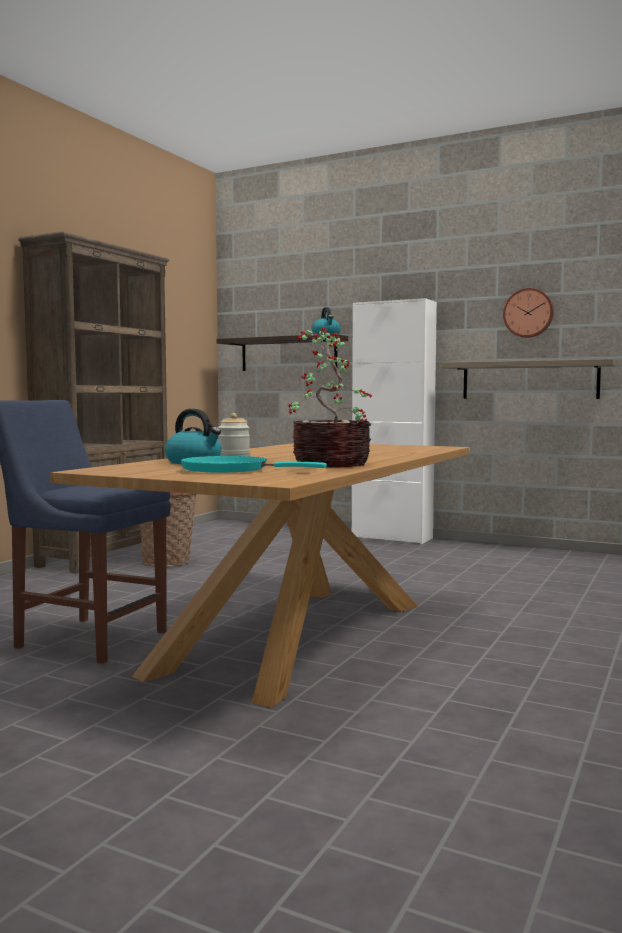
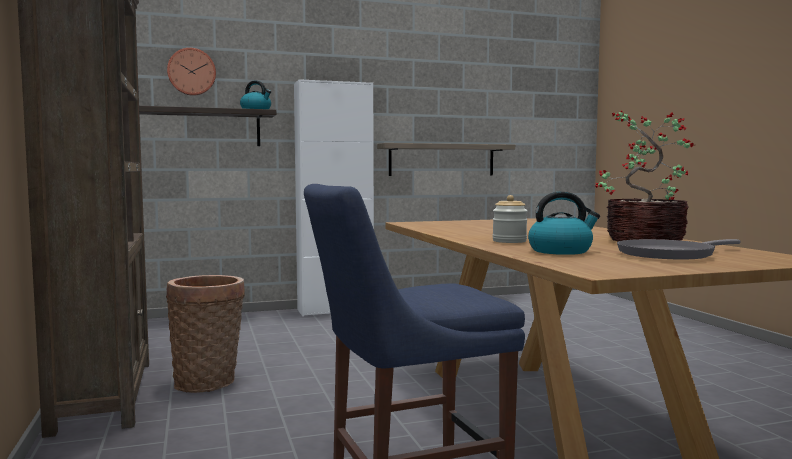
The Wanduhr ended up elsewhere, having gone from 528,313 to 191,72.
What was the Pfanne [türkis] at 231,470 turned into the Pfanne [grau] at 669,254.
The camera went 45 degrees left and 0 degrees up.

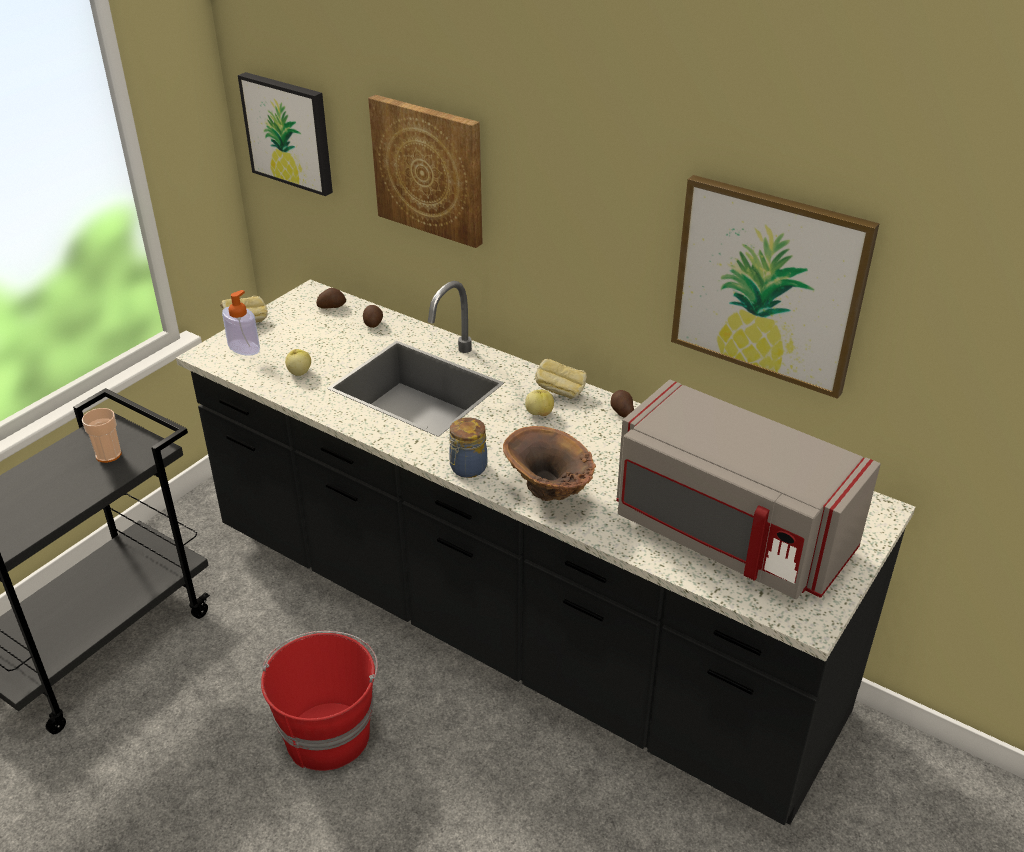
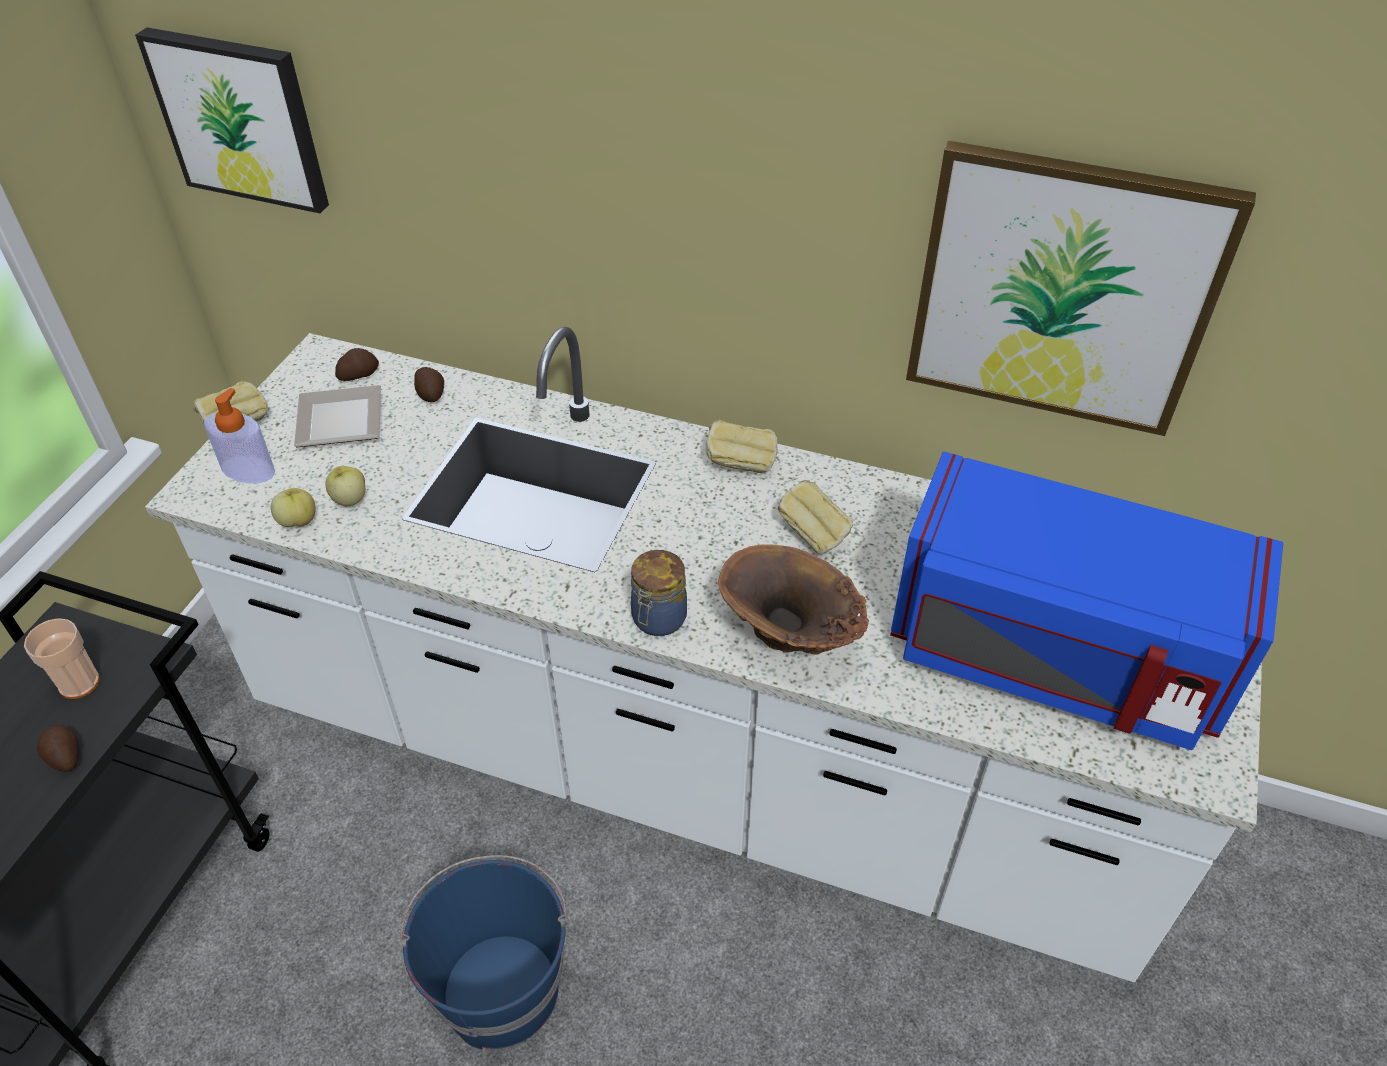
The second view lost the Bild at 429,169.
The second view gained the Teller at 343,422.
The second view gained the Brot at 813,535.
The Apfel ended up elsewhere, having gone from 539,413 to 298,521.
The Kartoffel ended up elsewhere, having gone from 621,411 to 64,756.
What was the Küchenzeile [schwarz] at 512,623 turned into the Küchenzeile [weiß] at 693,758.
What was the Eimer [rot] at 327,733 turned into the Eimer [blau] at 499,986.
What was the Mikrowelle [grau] at 728,535 turned into the Mikrowelle [blau] at 1054,657.
The camera went 15 degrees left and 10 degrees up.

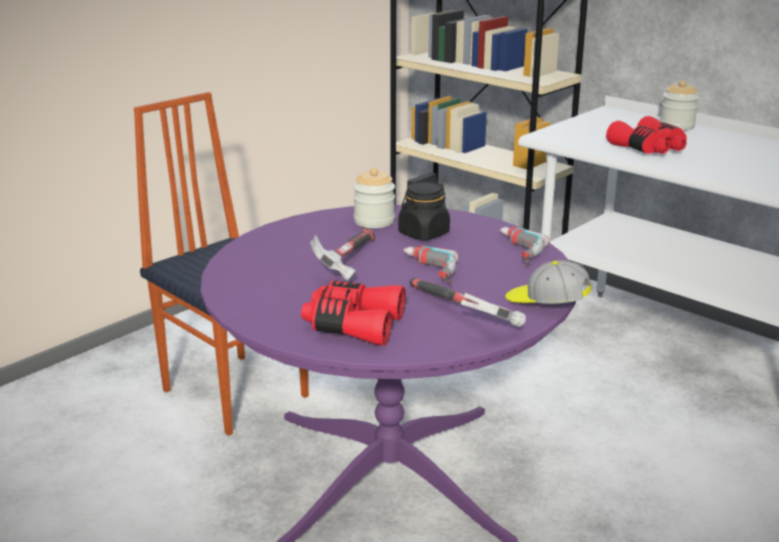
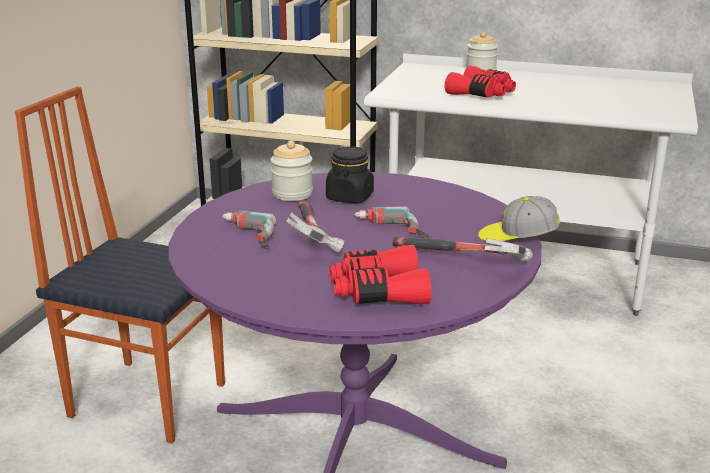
The Bohrmaschine ended up elsewhere, having gone from 514,252 to 245,236.
The camera went 25 degrees left and 0 degrees up.

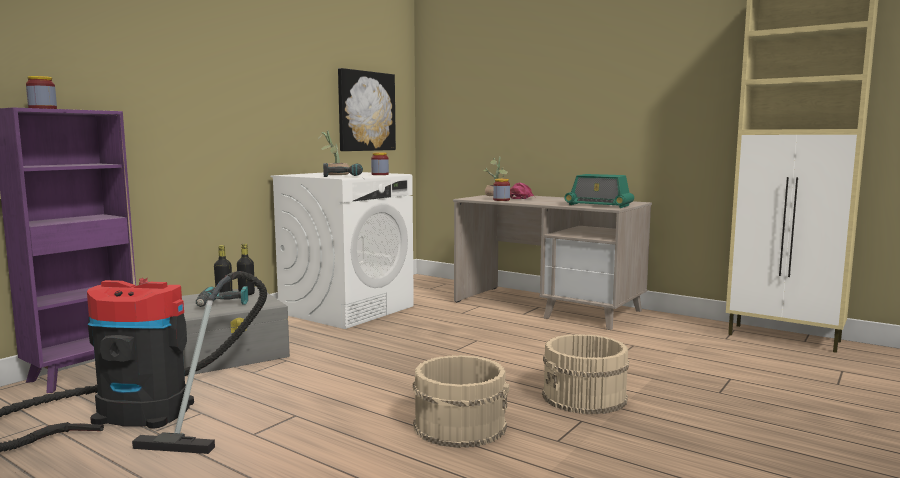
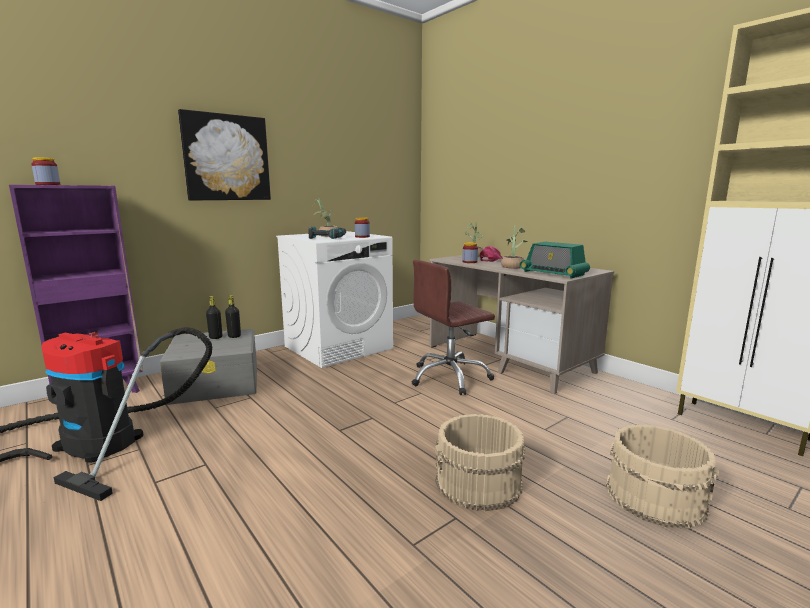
The second view lost the Bohrmaschine at 222,305.
The second view gained the Bürostuhl [braun] at 450,377.
The second view gained the Topfpflanze at 512,266.
The Bild ended up elsewhere, having gone from 366,111 to 226,158.
The Eimer [beige] ended up elsewhere, having gone from 460,425 to 655,496.
The camera went 15 degrees right and 5 degrees up.

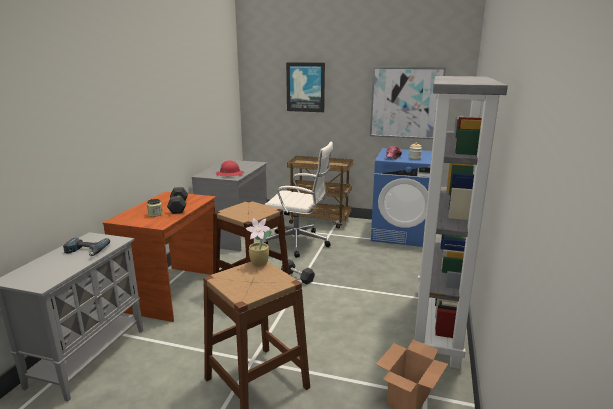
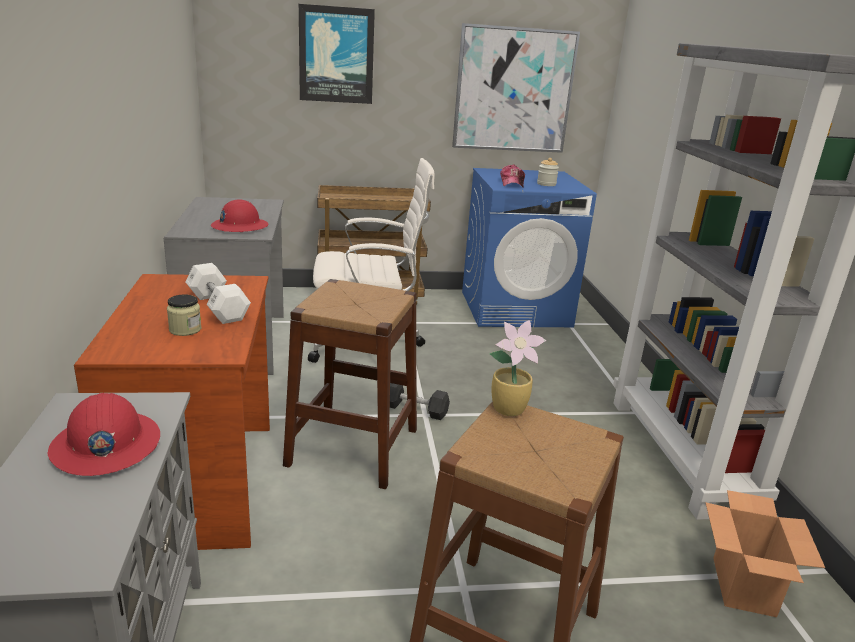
Where the Bohrmaschine stood at 85,251, the Schutzhelm [rot] came to stand at 105,445.
What was the Hantel [schwarz] at 178,207 turned into the Hantel [weiß] at 218,307.
The camera went 25 degrees left and 5 degrees up.

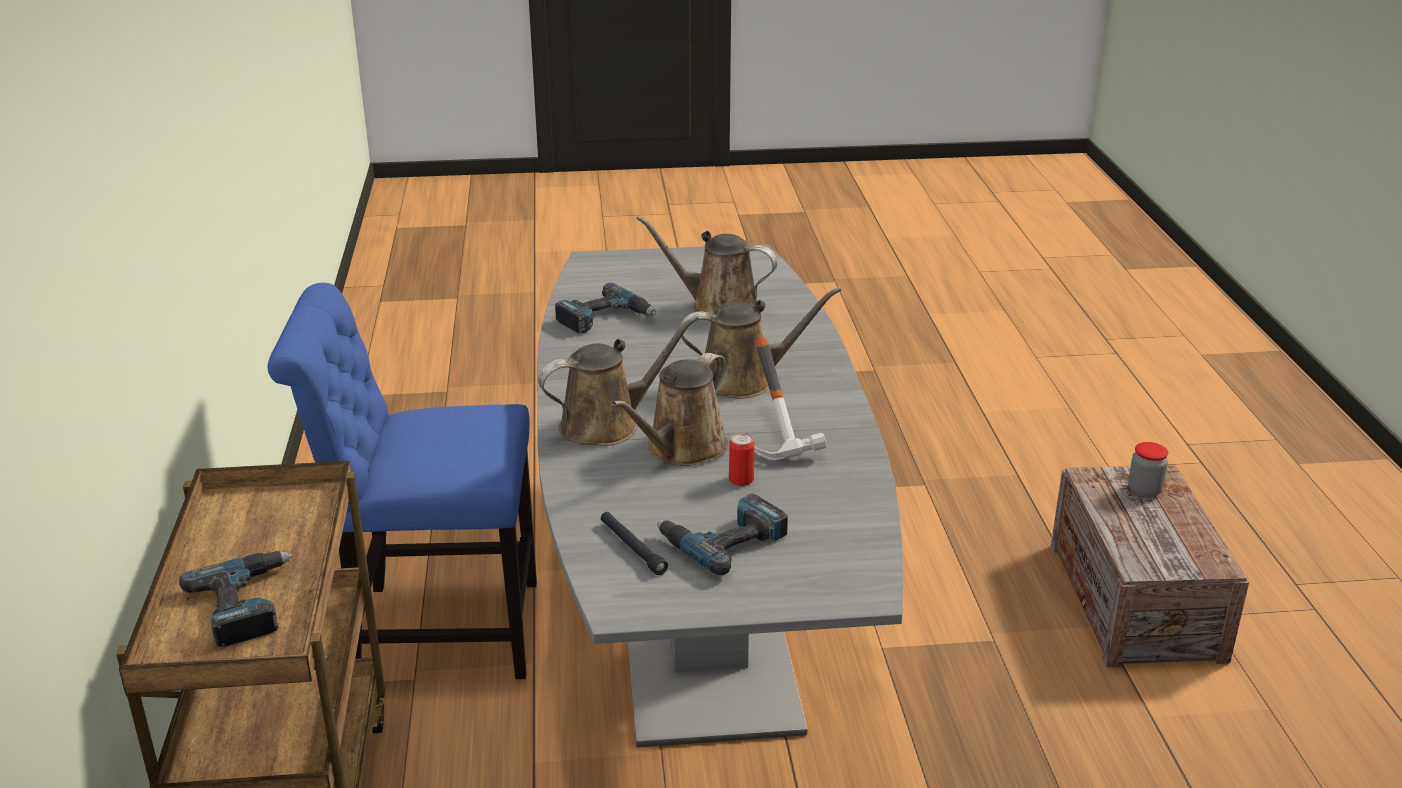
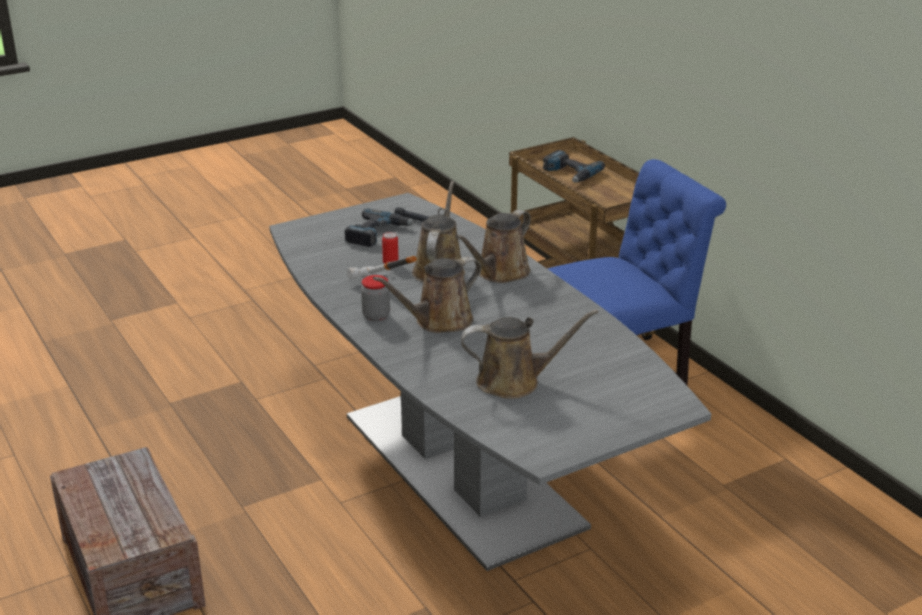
The second view lost the Bohrmaschine at 605,318.
The Vorratsglas ended up elsewhere, having gone from 1144,491 to 376,316.
The camera went 155 degrees right and 0 degrees up.

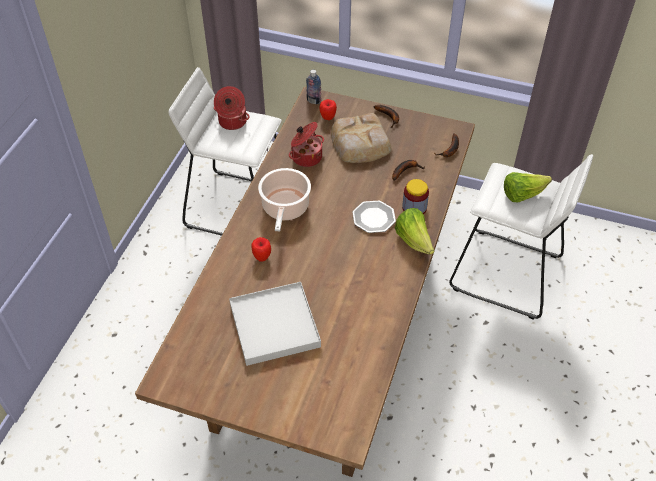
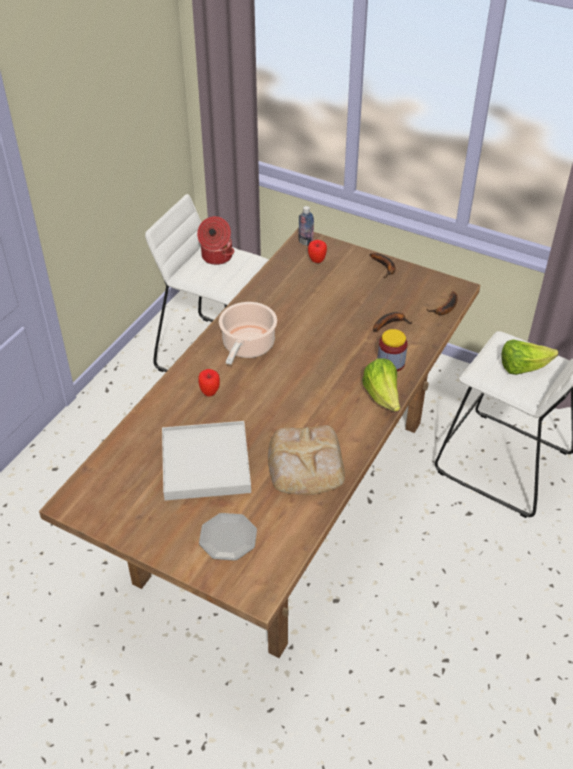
The second view lost the Kochtopf at 306,157.
The Brot ended up elsewhere, having gone from 360,143 to 305,465.
The Teller ended up elsewhere, having gone from 374,218 to 228,538.
The camera went 10 degrees right and 5 degrees down.

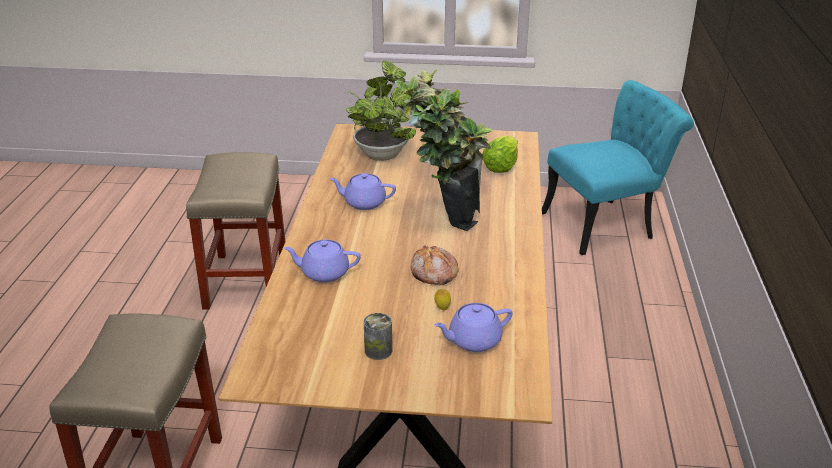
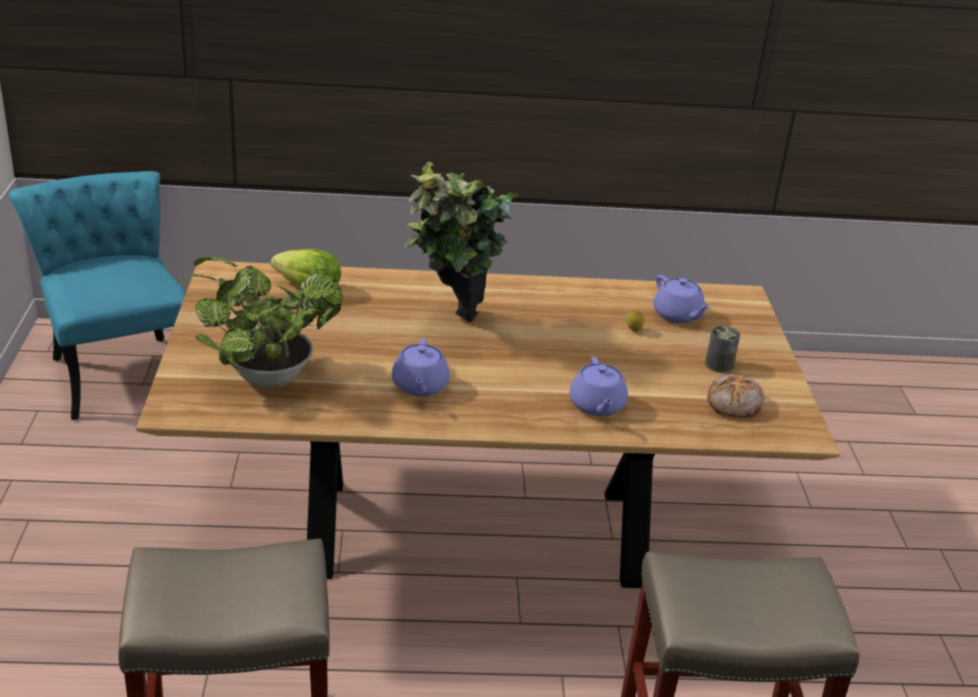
The Brot ended up elsewhere, having gone from 433,273 to 735,404.
The camera went 100 degrees left and 0 degrees up.

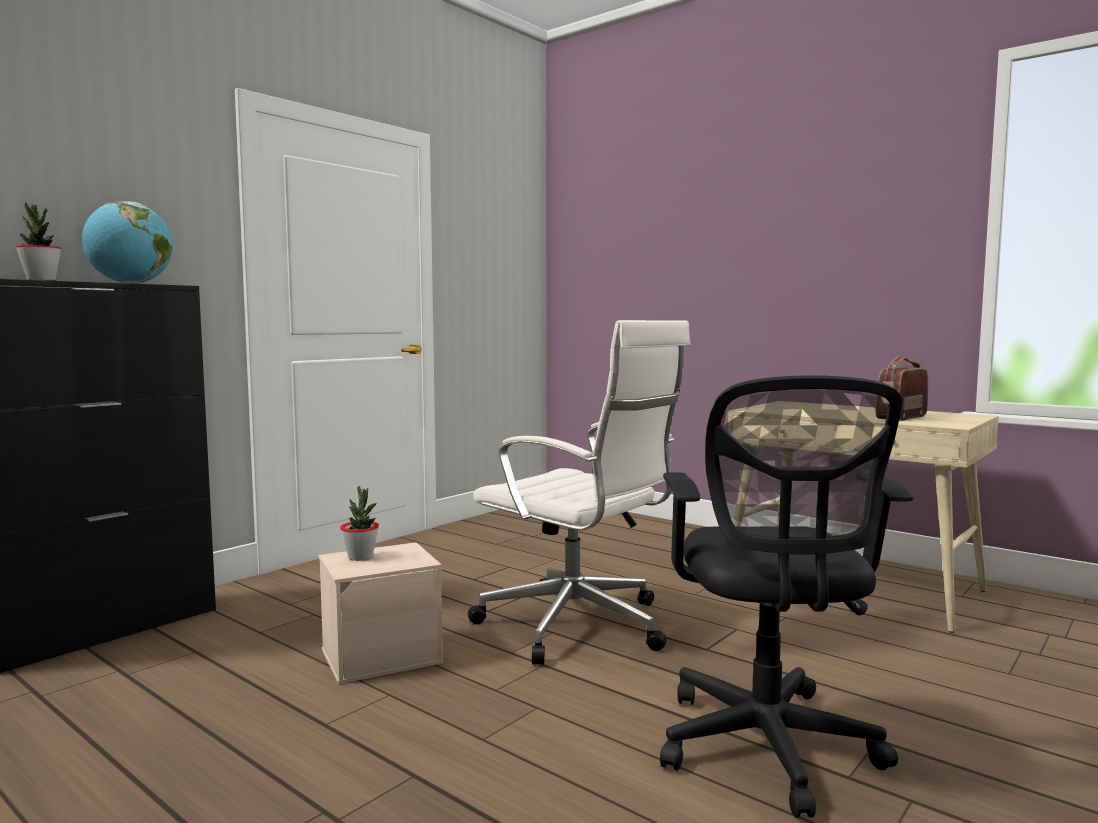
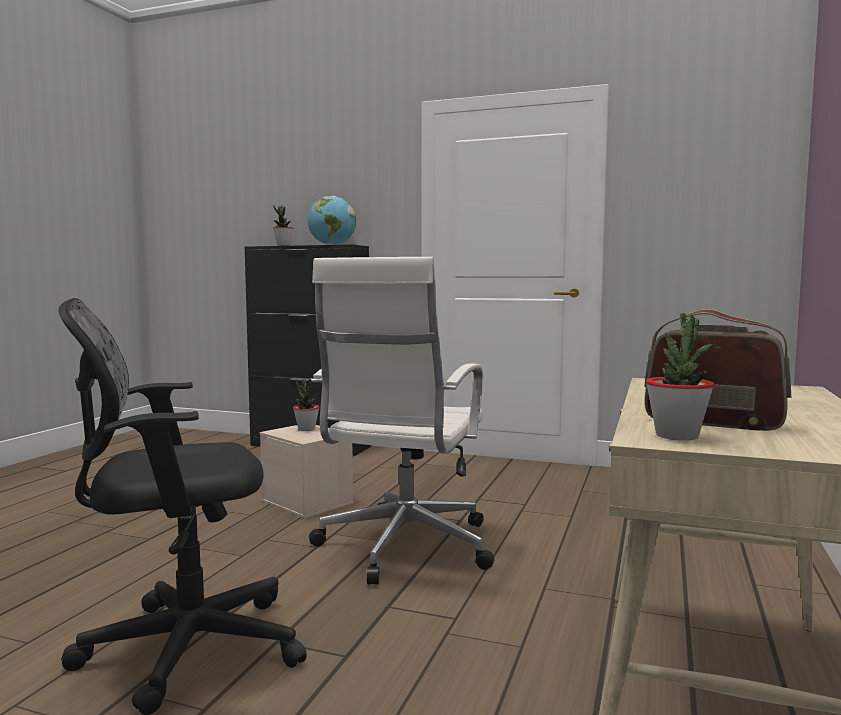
The second view gained the Topfpflanze at 677,436.
The camera went 70 degrees right and 0 degrees up.

